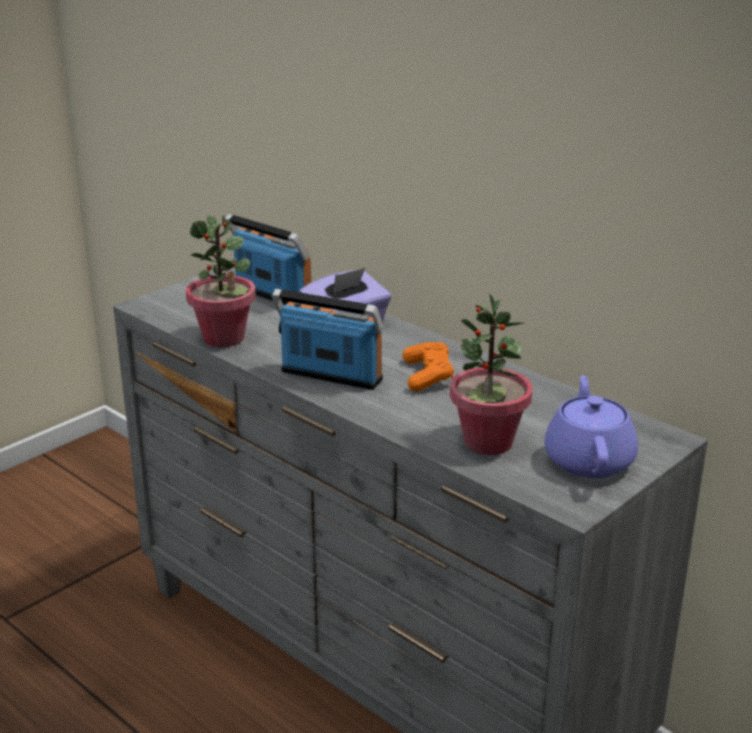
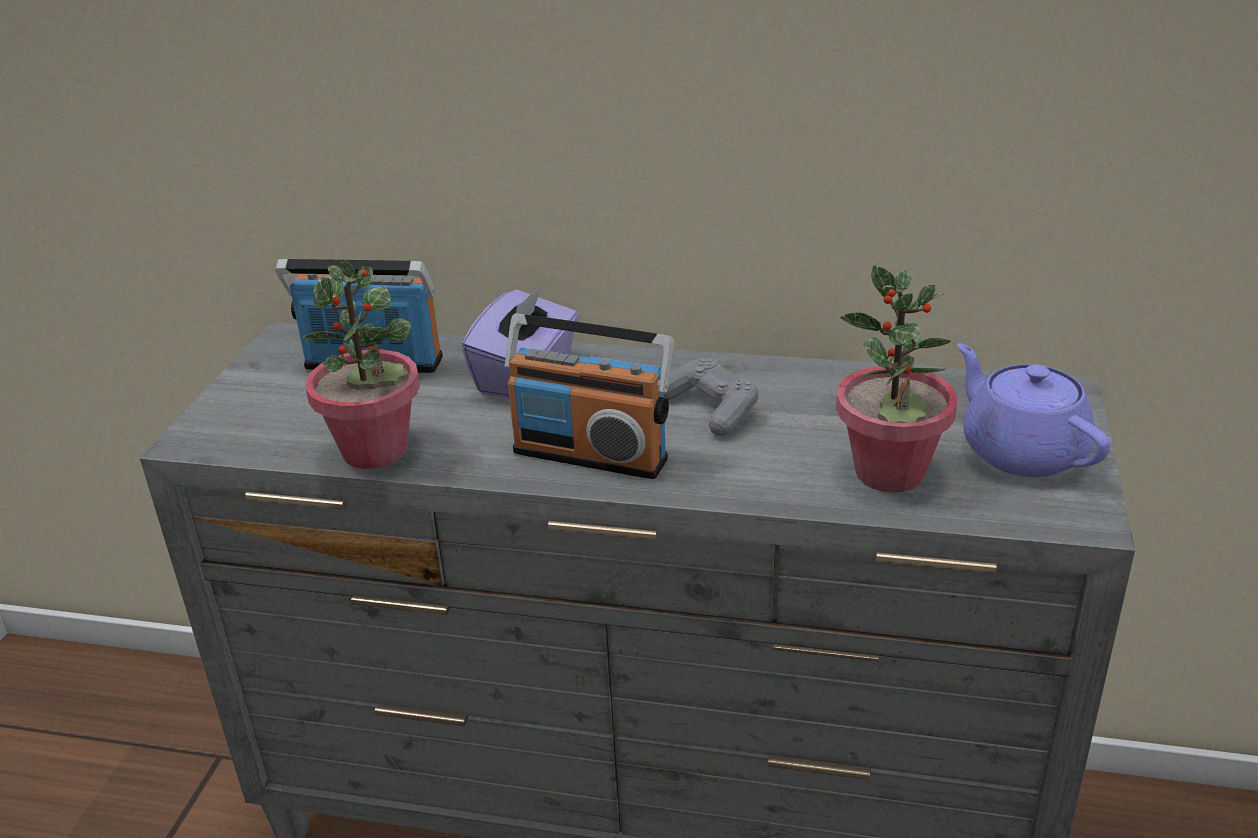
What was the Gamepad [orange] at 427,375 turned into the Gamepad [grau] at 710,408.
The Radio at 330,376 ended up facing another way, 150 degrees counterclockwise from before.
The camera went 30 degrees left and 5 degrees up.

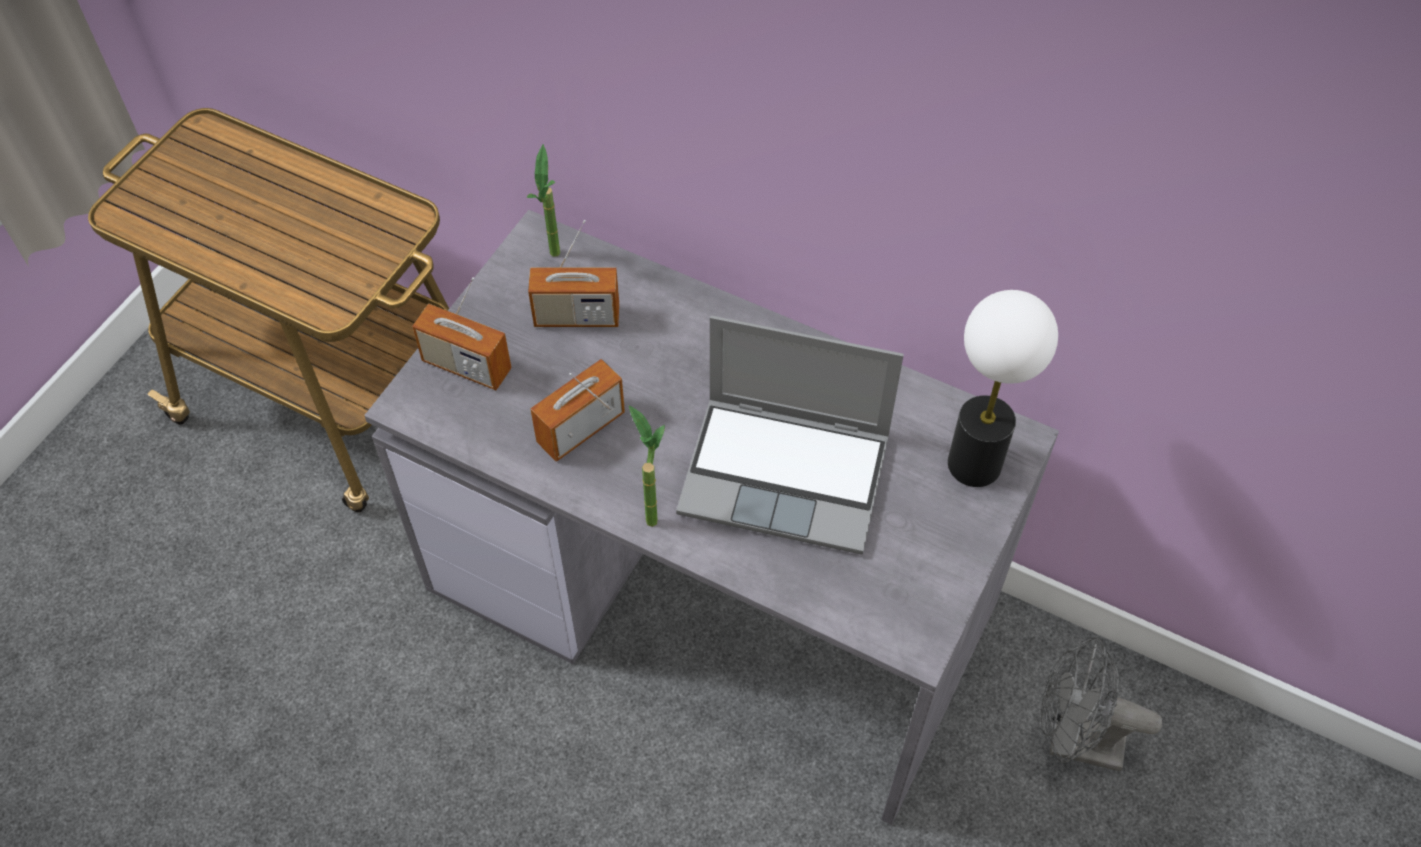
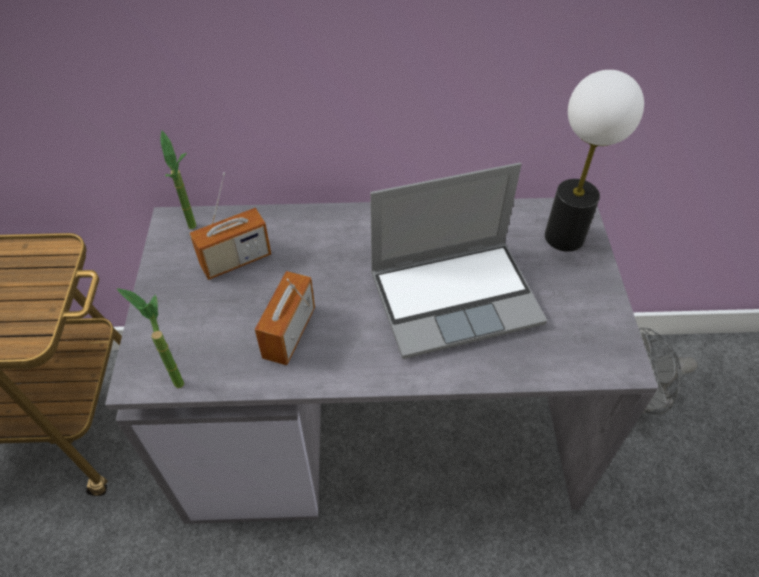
The second view lost the Radio at 466,366.
The Topfpflanze ended up elsewhere, having gone from 649,511 to 173,377.
The camera went 30 degrees left and 5 degrees down.

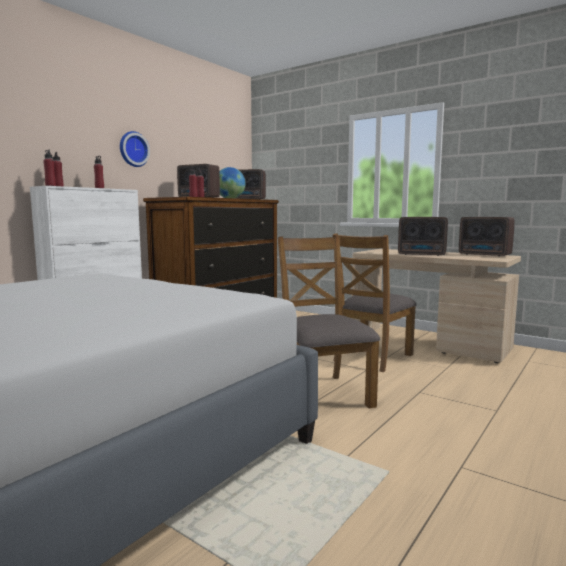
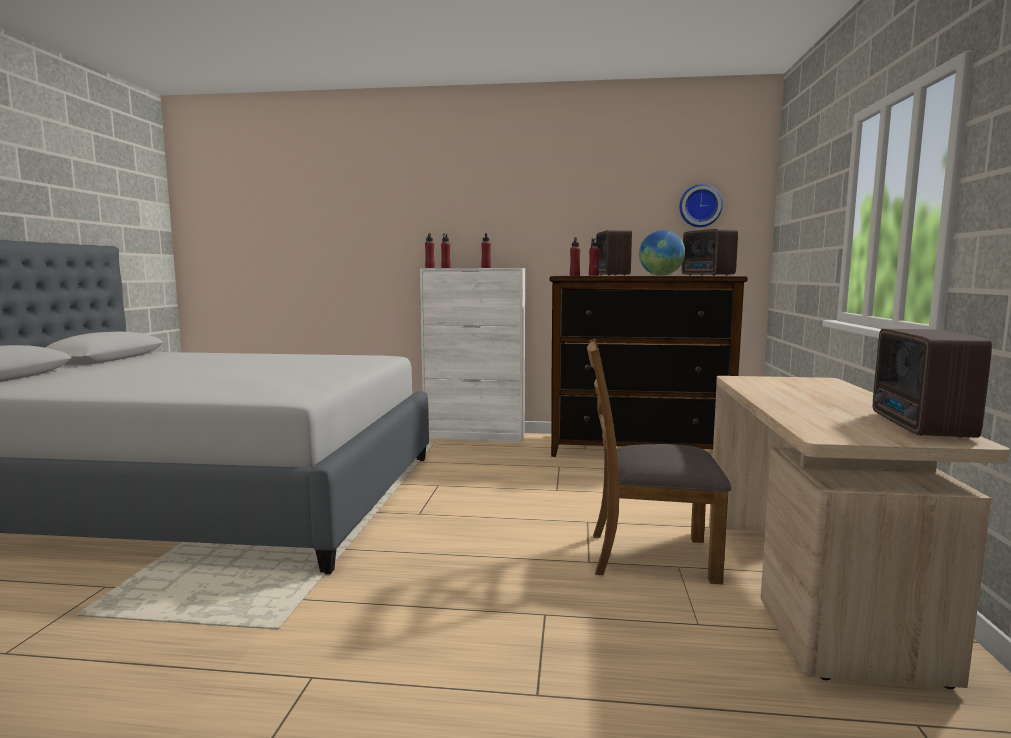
The second view lost the Stuhl [braun] at 323,394.
The second view lost the Radio at 423,254.
The Wanduhr ended up elsewhere, having gone from 133,149 to 700,206.
The camera went 60 degrees right and 0 degrees up.

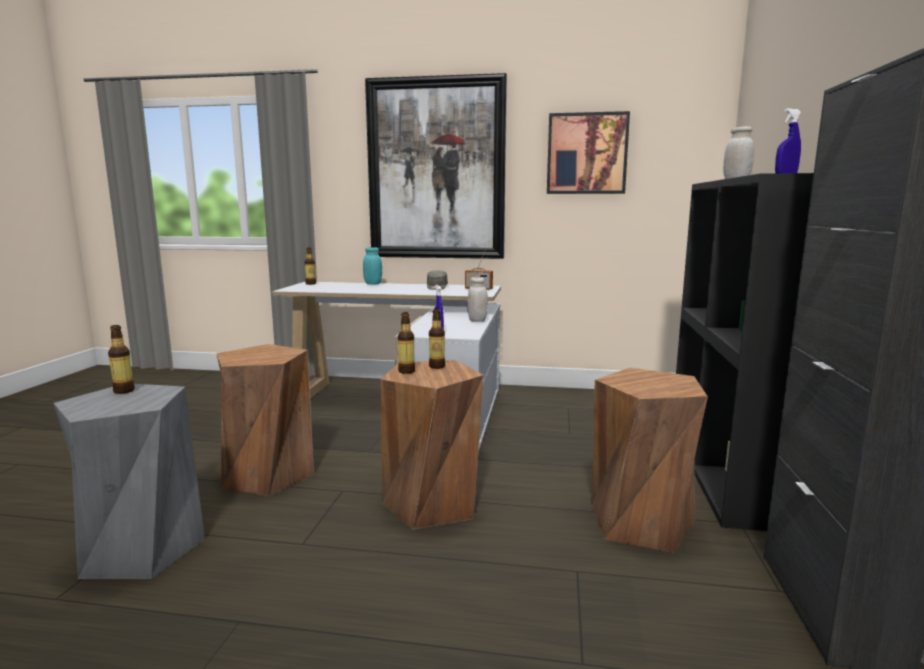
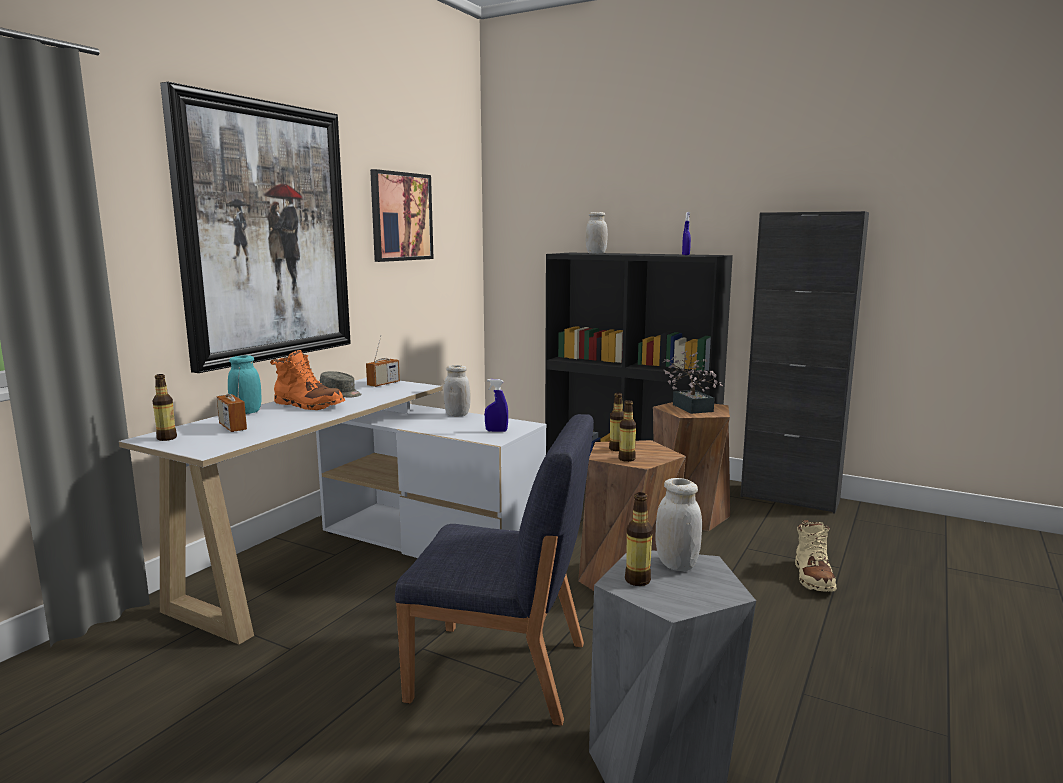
The second view gained the Radio at 232,427.
The second view gained the Stiefel [orange] at 308,405.
The second view gained the Vorratsglas [weiß] at 676,564.
The second view gained the Topfpflanze at 690,407.
The second view gained the Stiefel [beige] at 813,577.
Where the Hocker [braun] stood at 268,474, the Stuhl [blau] came to stand at 501,672.
The camera went 70 degrees left and 0 degrees up.

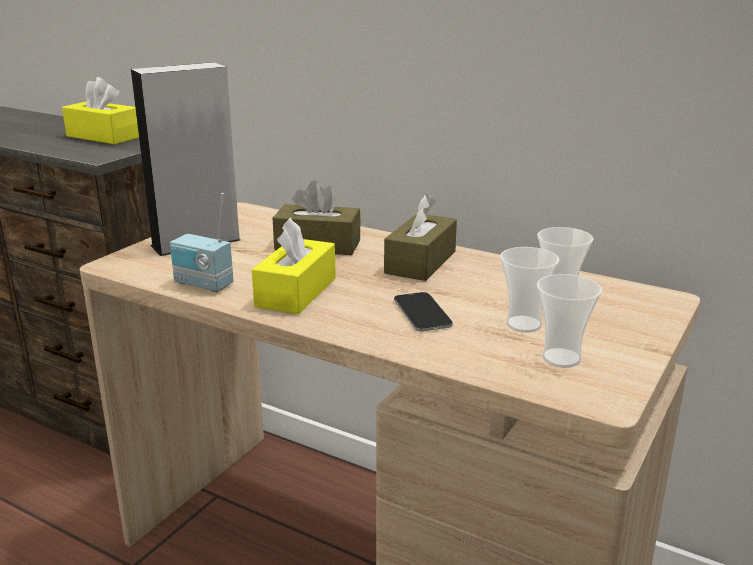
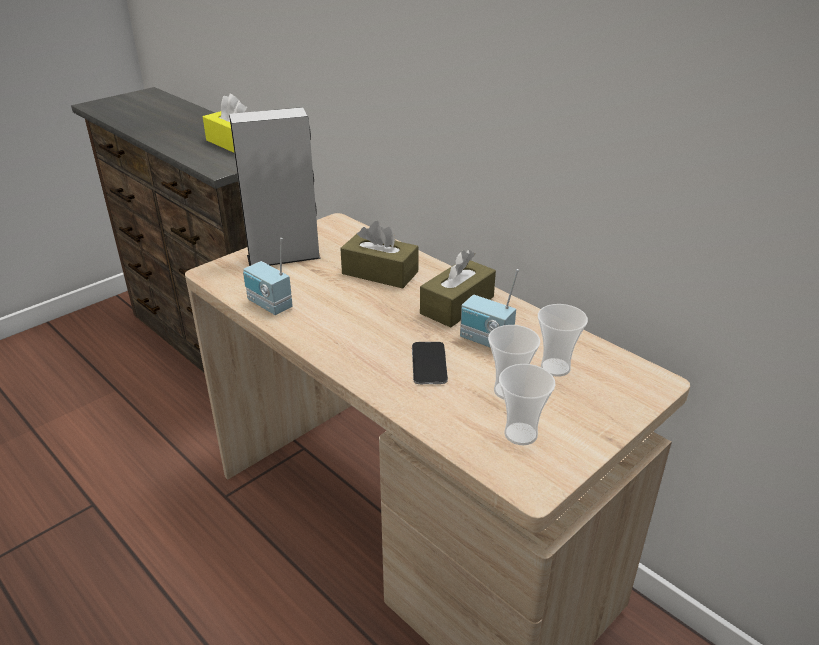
The second view lost the Taschentuchbox [gelb] at 296,292.
The second view gained the Radio at 485,341.
The camera went 15 degrees right and 10 degrees up.

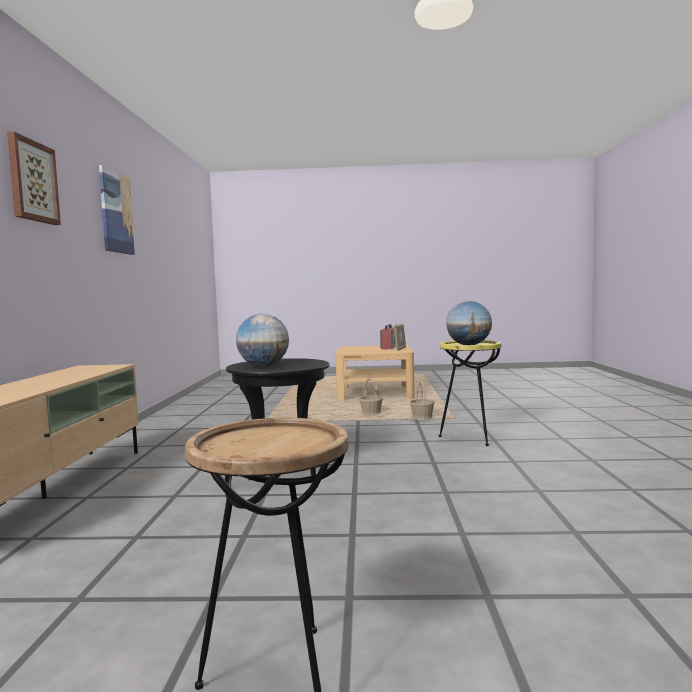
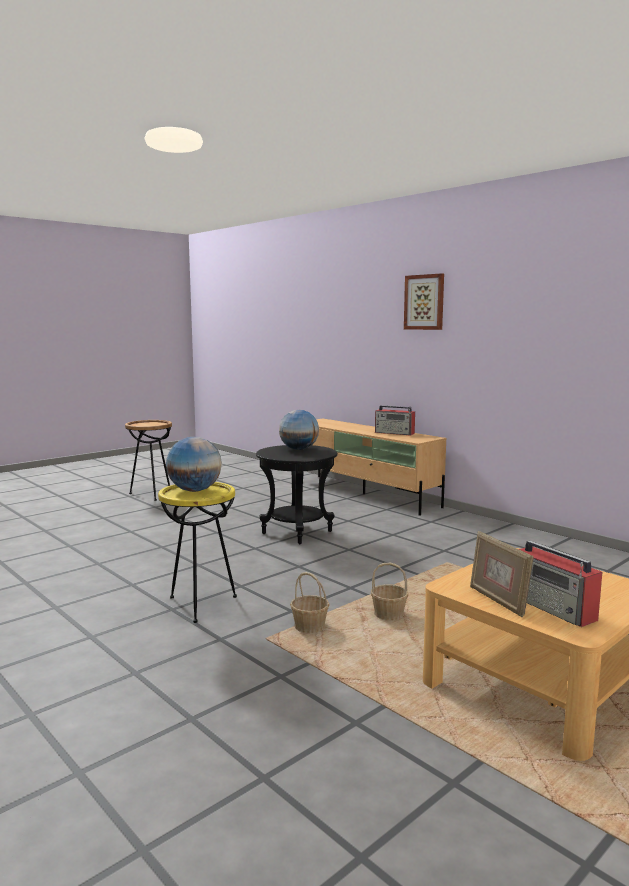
The second view lost the Bild at 116,212.
The second view gained the Radio at 395,433.
The camera went 135 degrees right and 5 degrees up.

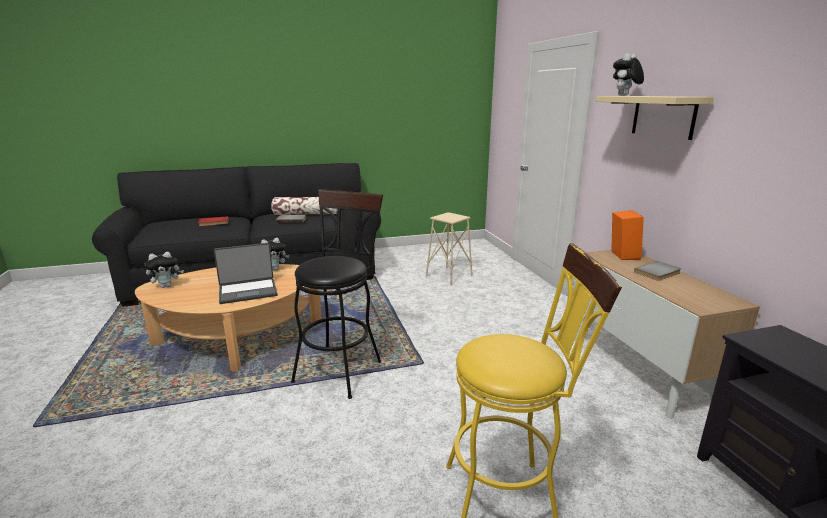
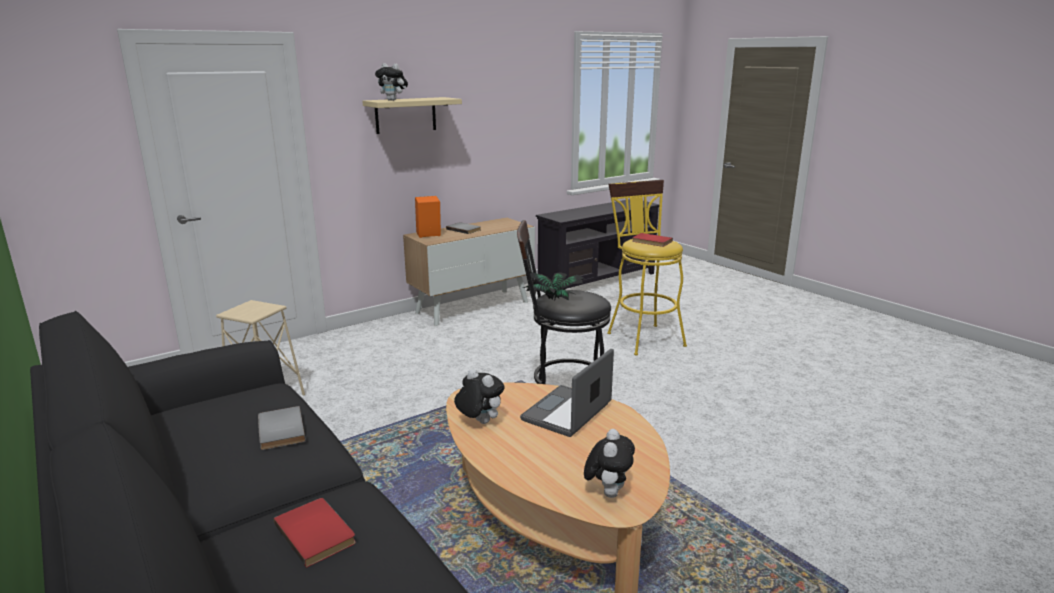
The second view lost the Kissen at 307,214.
The second view gained the Topfpflanze at 555,299.
The second view gained the Buch [rot] at 651,242.
The Plüschtier at 167,286 ended up facing another way, 60 degrees clockwise from before.
The Laptop at 248,291 ended up facing another way, 105 degrees counterclockwise from before.
The camera went 110 degrees left and 0 degrees up.

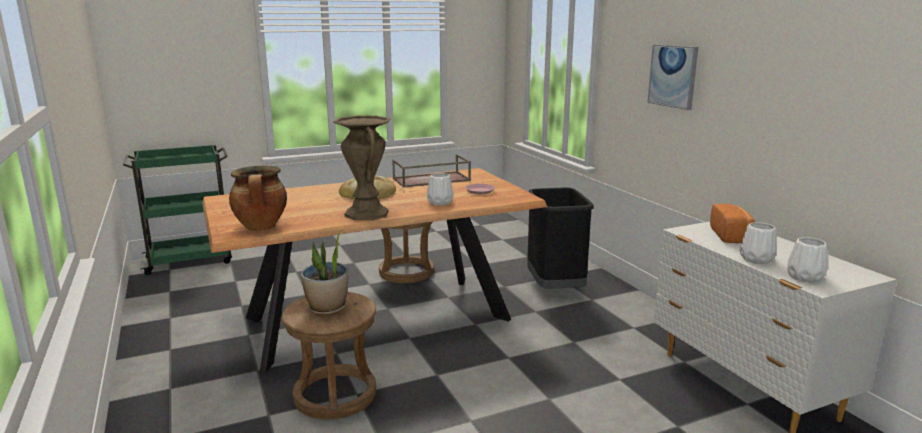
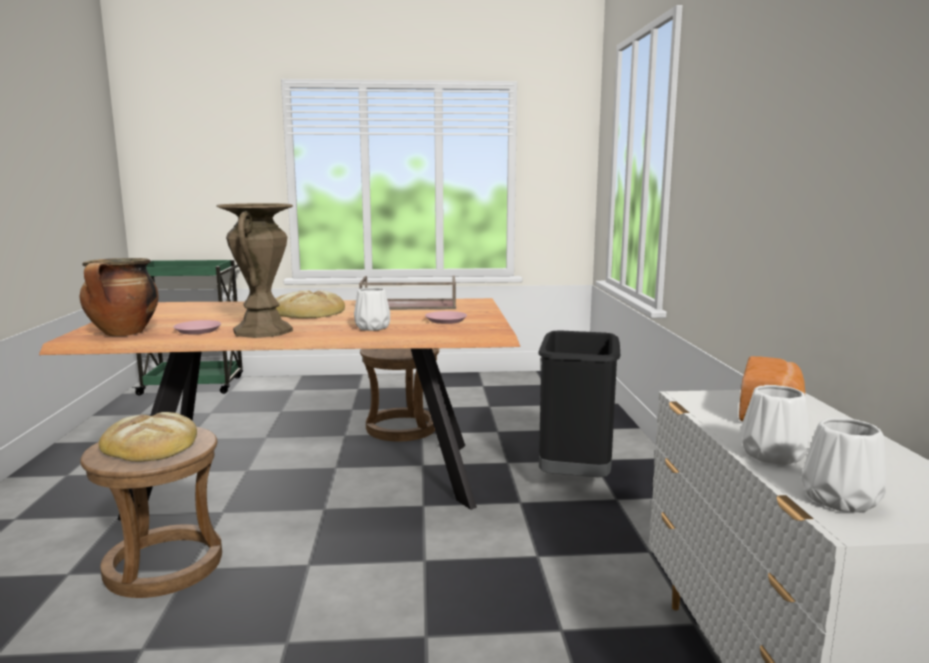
The second view lost the Bild at 673,76.
The second view gained the Teller [rosa] at 198,330.
Where the Topfpflanze stood at 327,308, the Brot came to stand at 151,444.
The camera went 20 degrees right and 5 degrees down.

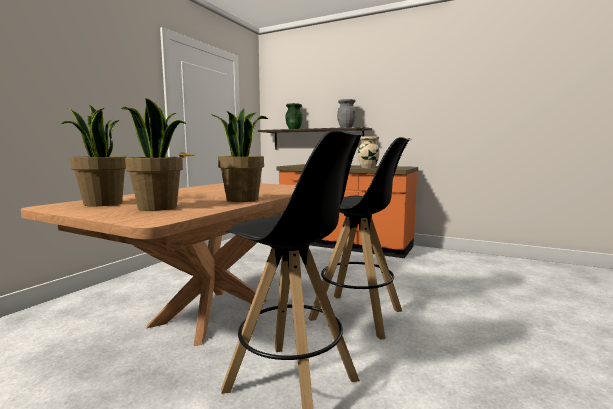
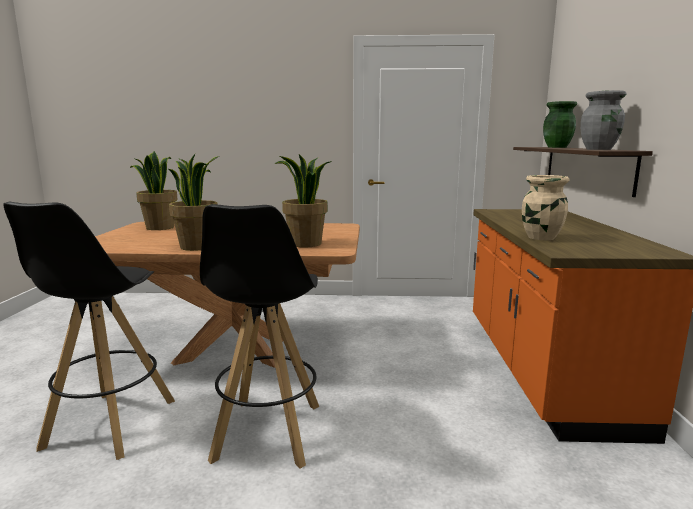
The Topfpflanze ended up elsewhere, having gone from 158,208 to 305,244.
The camera went 65 degrees right and 5 degrees up.

